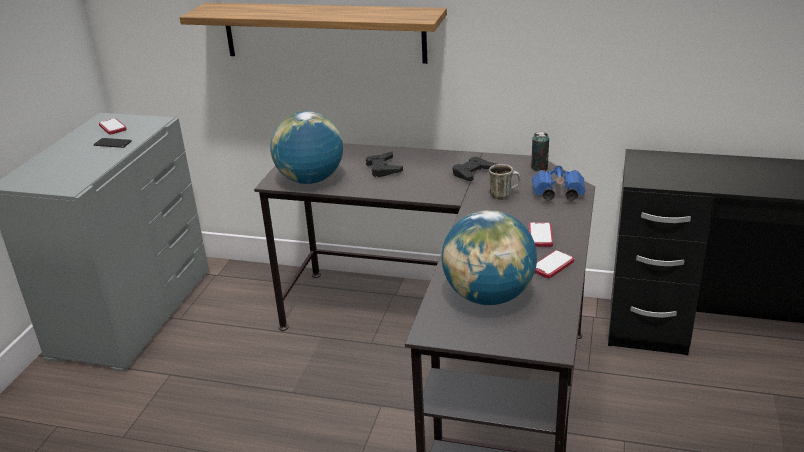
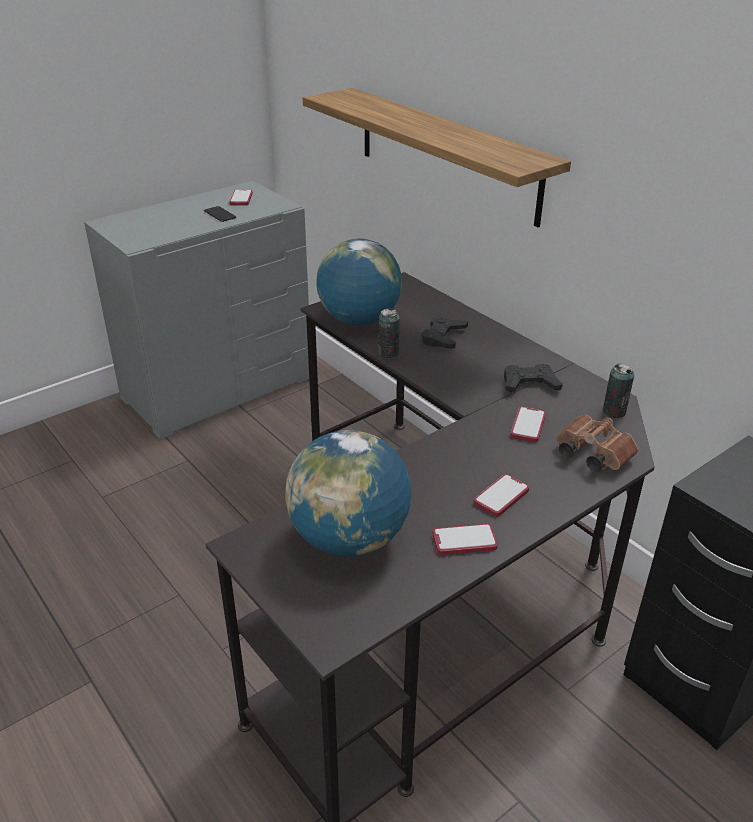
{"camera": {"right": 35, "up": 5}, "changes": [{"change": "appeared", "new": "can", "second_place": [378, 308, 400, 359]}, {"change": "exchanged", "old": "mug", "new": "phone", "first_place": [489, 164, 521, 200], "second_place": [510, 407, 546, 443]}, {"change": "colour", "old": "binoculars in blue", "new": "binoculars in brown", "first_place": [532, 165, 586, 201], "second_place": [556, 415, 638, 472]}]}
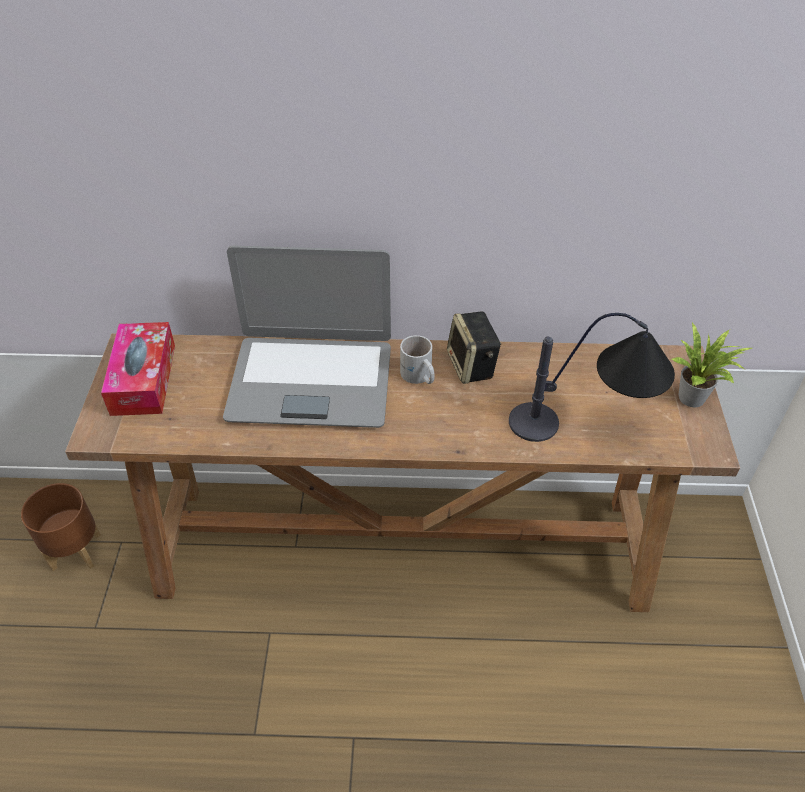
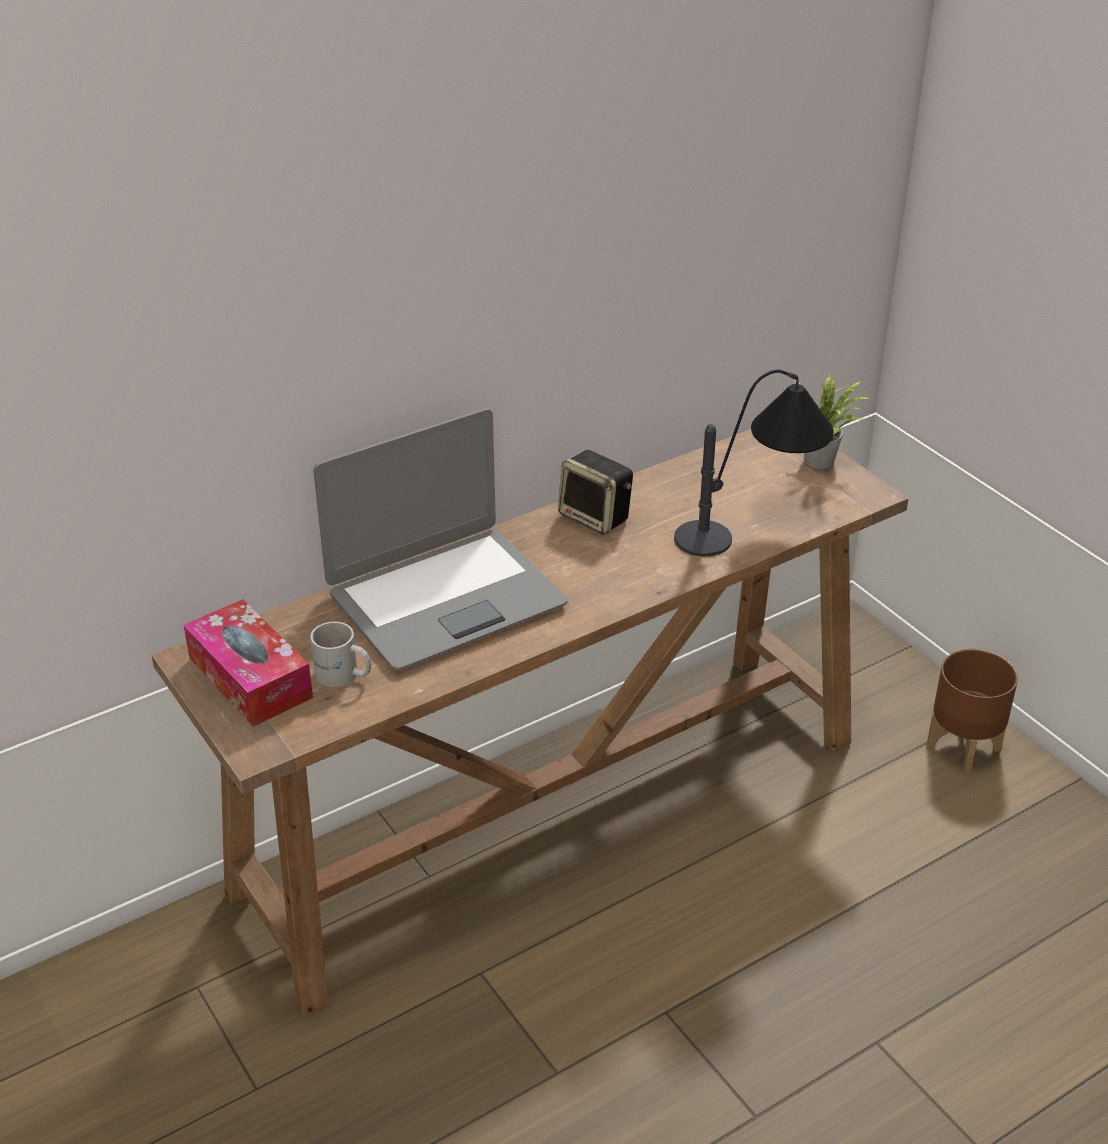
{"camera": {"right": -35, "up": -10}, "changes": [{"change": "relocated", "old": "planter in brown", "first_place": [21, 483, 101, 572], "second_place": [927, 649, 1018, 773]}, {"change": "relocated", "old": "mug in white", "first_place": [400, 335, 435, 384], "second_place": [310, 622, 371, 687]}]}
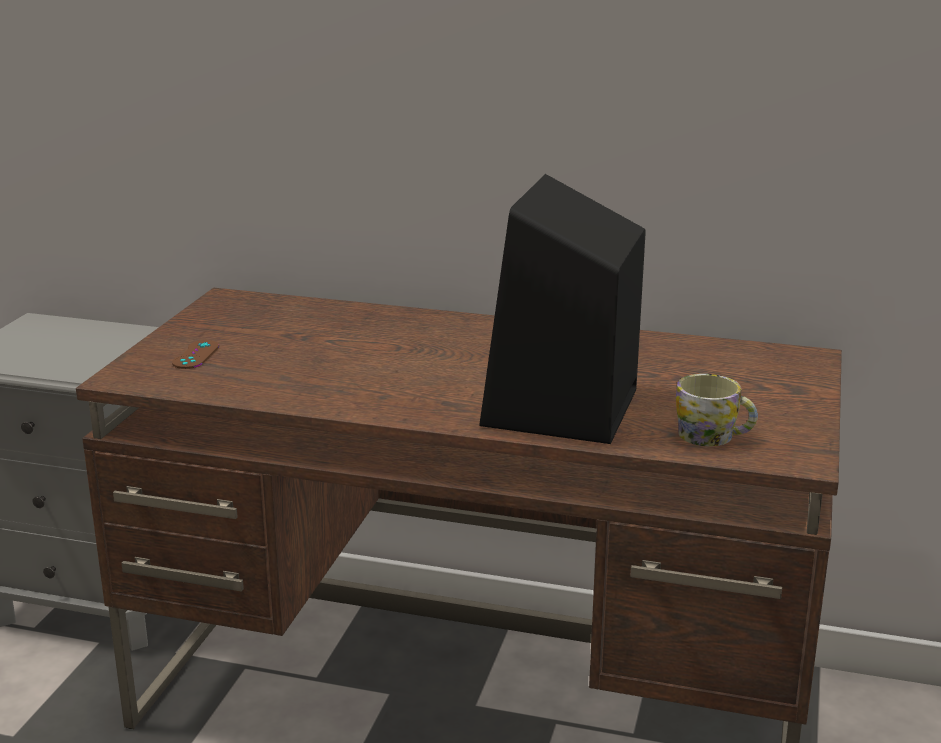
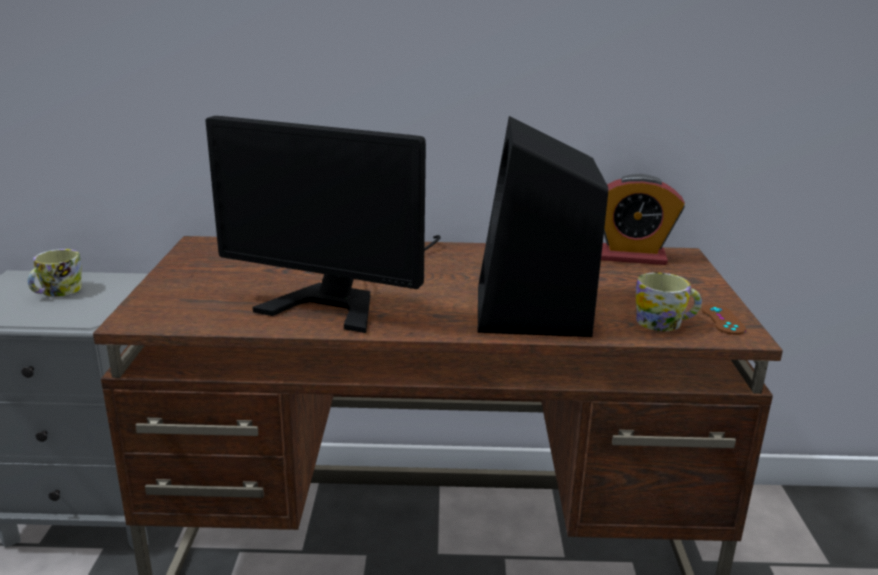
{"camera": {"right": -15, "up": 0}, "changes": [{"change": "appeared", "new": "mug", "second_place": [28, 249, 82, 296]}, {"change": "appeared", "new": "monitor", "second_place": [205, 116, 441, 333]}, {"change": "appeared", "new": "alarm clock", "second_place": [601, 174, 685, 265]}, {"change": "relocated", "old": "game controller in brown", "first_place": [172, 340, 219, 369], "second_place": [702, 305, 746, 335]}]}
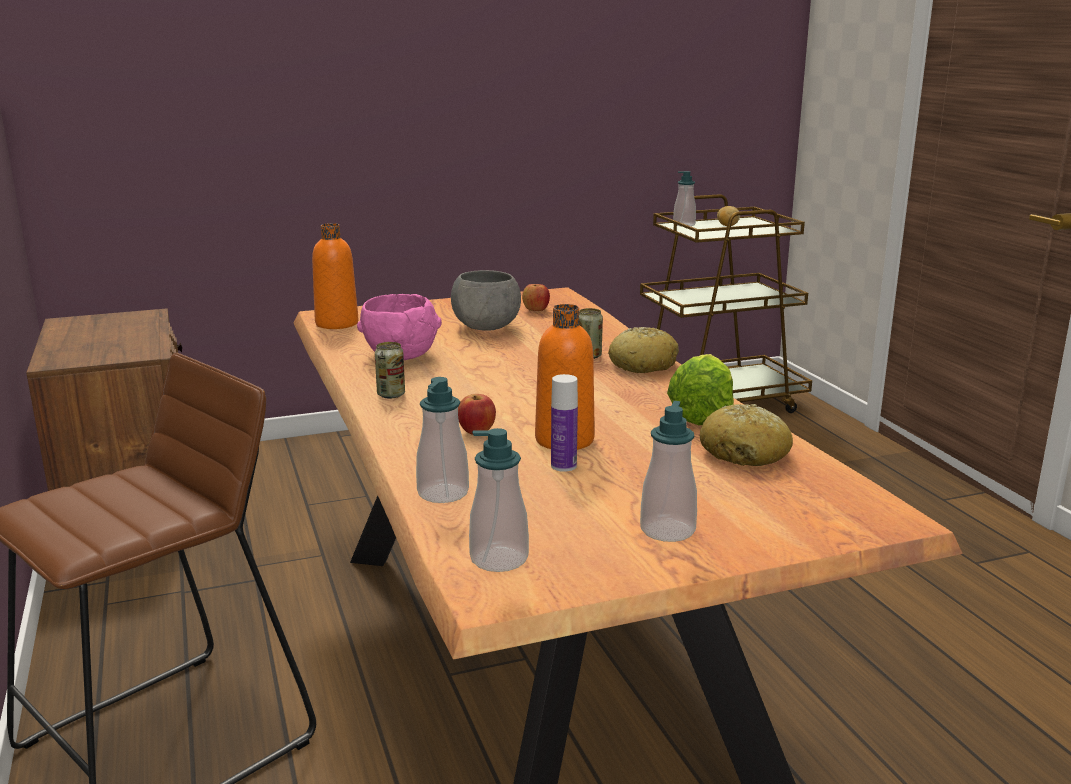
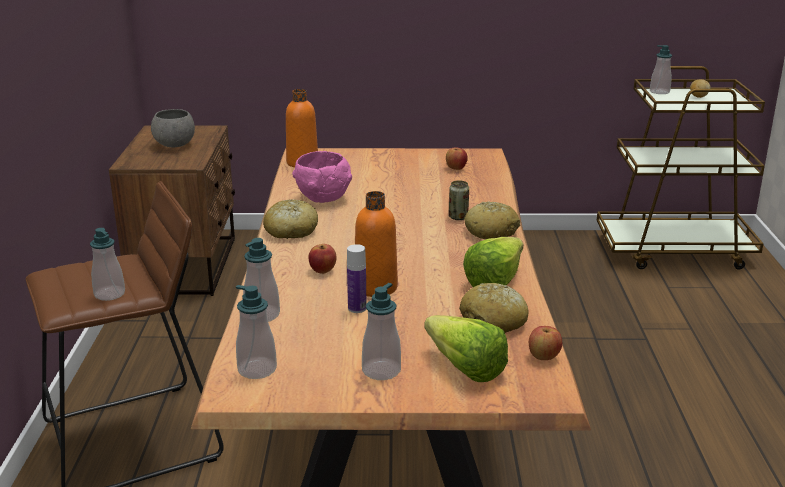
{"camera": {"right": 20, "up": 5}, "changes": [{"change": "appeared", "new": "soap dispenser", "second_place": [90, 228, 125, 301]}, {"change": "appeared", "new": "lettuce", "second_place": [424, 315, 508, 382]}, {"change": "appeared", "new": "apple", "second_place": [529, 326, 562, 360]}, {"change": "relocated", "old": "bowl in grey", "first_place": [451, 270, 521, 331], "second_place": [151, 109, 195, 147]}, {"change": "exchanged", "old": "can", "new": "bread", "first_place": [375, 342, 405, 398], "second_place": [263, 199, 318, 239]}]}
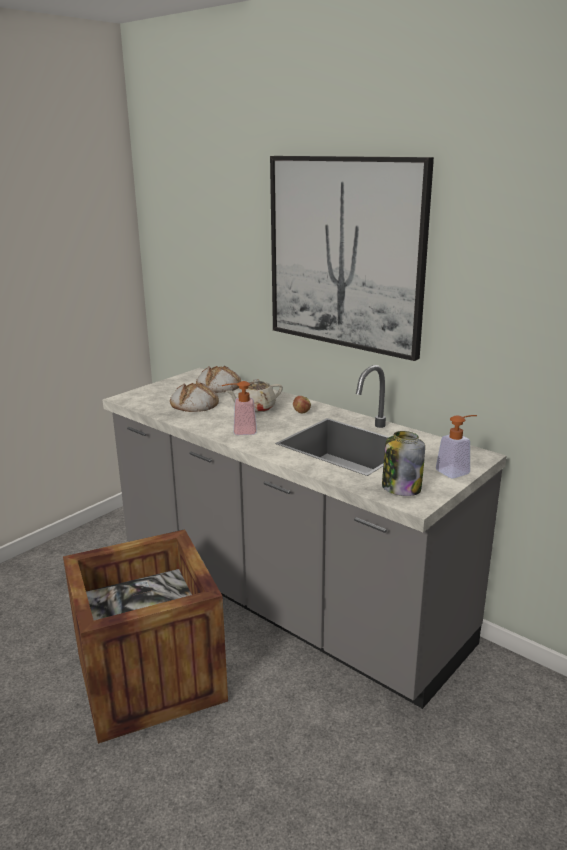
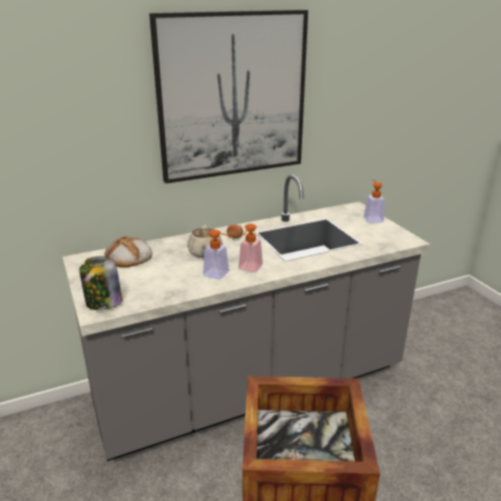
{"camera": {"right": -65, "up": 5}, "changes": [{"change": "missing", "old": "bread", "first_place": [170, 383, 219, 412]}, {"change": "appeared", "new": "soap dispenser", "second_place": [203, 230, 233, 280]}, {"change": "relocated", "old": "jar", "first_place": [382, 431, 425, 496], "second_place": [79, 256, 122, 310]}]}
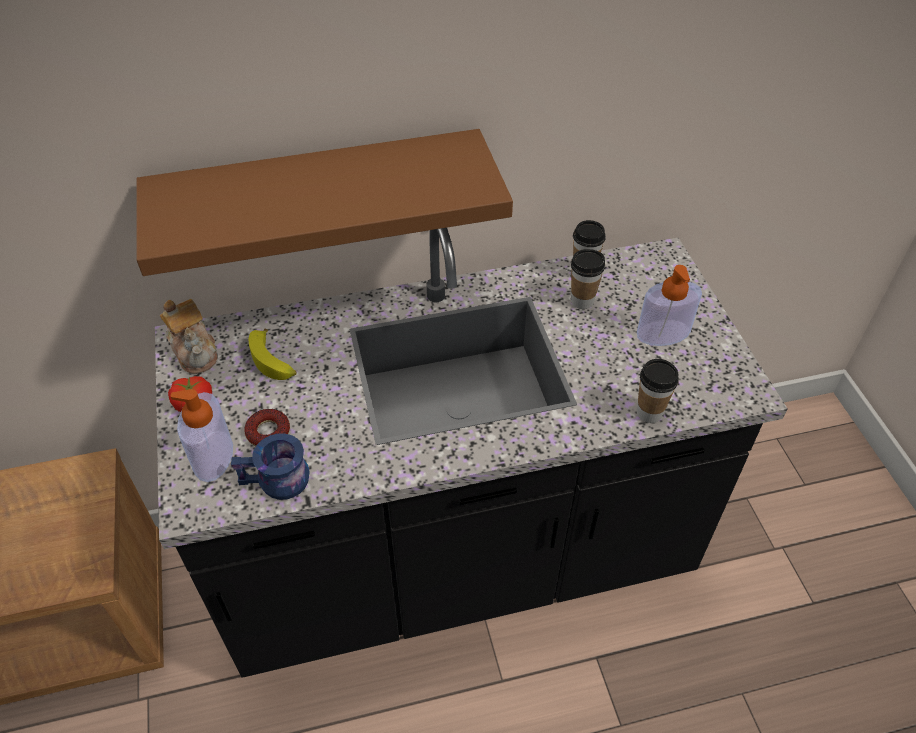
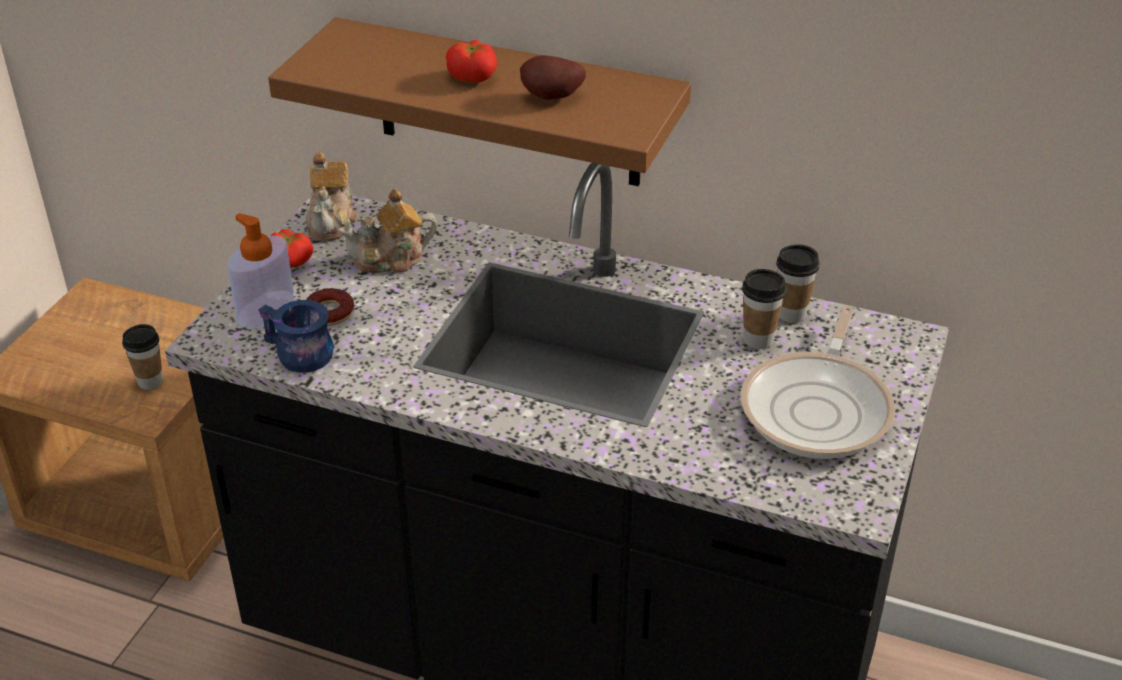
{"camera": {"right": 35, "up": -10}, "changes": [{"change": "appeared", "new": "tomato", "second_place": [446, 40, 497, 83]}, {"change": "appeared", "new": "potato", "second_place": [520, 55, 586, 100]}, {"change": "relocated", "old": "cup", "first_place": [637, 359, 679, 423], "second_place": [122, 324, 163, 390]}, {"change": "exchanged", "old": "banana", "new": "teapot", "first_place": [249, 328, 297, 380], "second_place": [339, 189, 437, 273]}, {"change": "exchanged", "old": "soap dispenser", "new": "frying pan", "first_place": [637, 265, 702, 346], "second_place": [740, 306, 895, 459]}]}
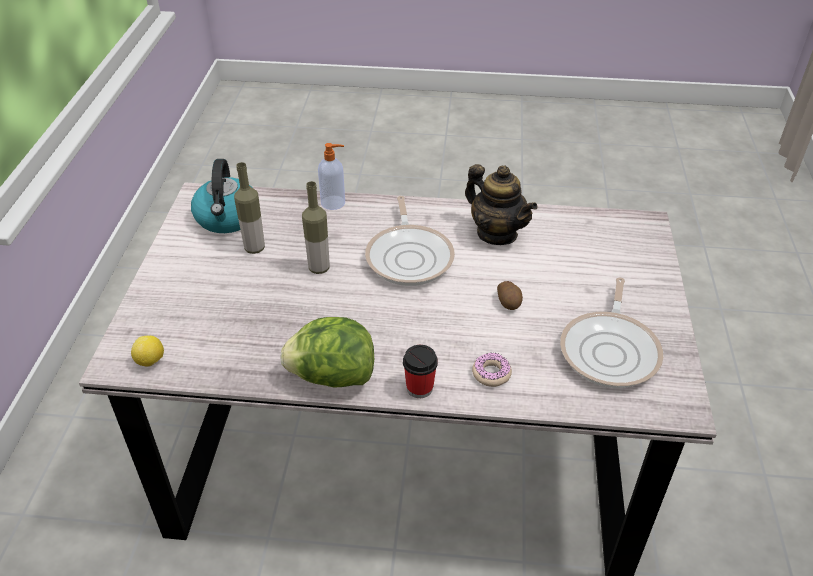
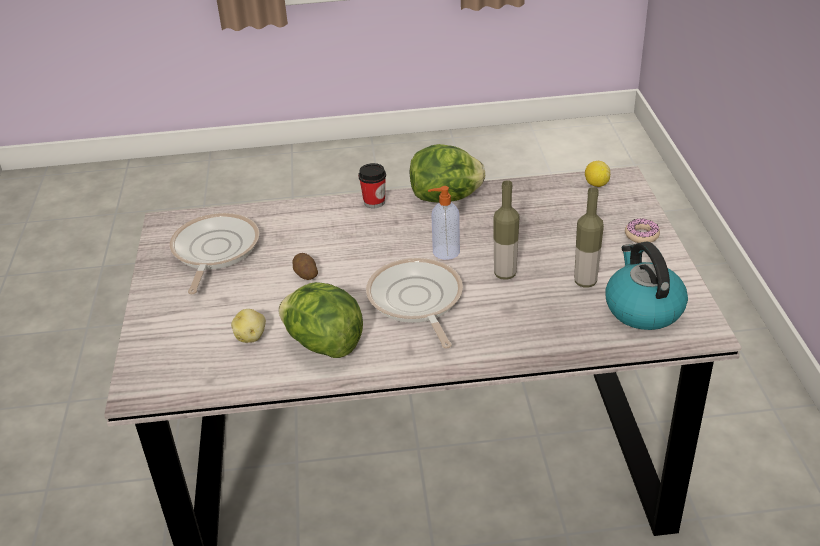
{"camera": {"right": 170, "up": -5}, "changes": [{"change": "appeared", "new": "potato", "second_place": [231, 309, 266, 343]}, {"change": "relocated", "old": "soap dispenser", "first_place": [318, 143, 345, 210], "second_place": [428, 186, 460, 260]}, {"change": "relocated", "old": "donut", "first_place": [472, 352, 512, 387], "second_place": [625, 218, 660, 243]}, {"change": "exchanged", "old": "teapot", "new": "lettuce", "first_place": [465, 164, 538, 245], "second_place": [279, 282, 363, 358]}]}
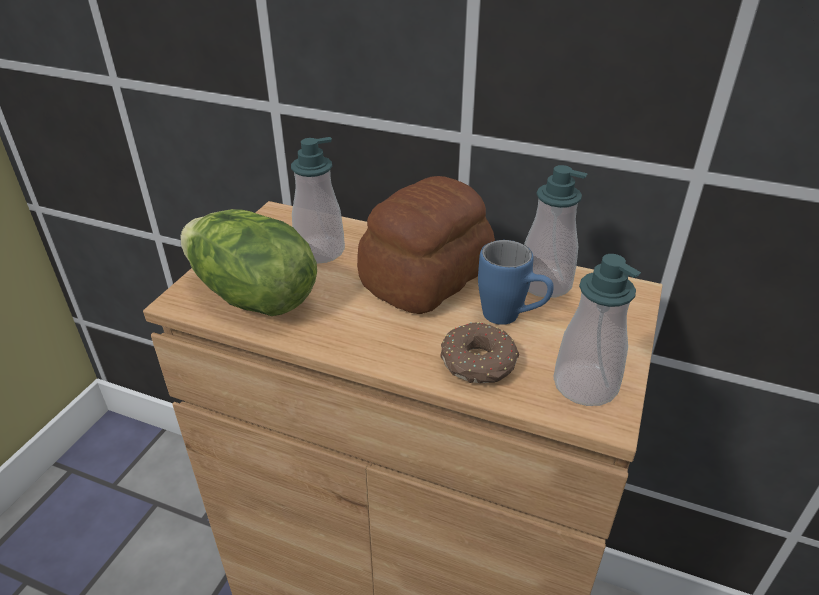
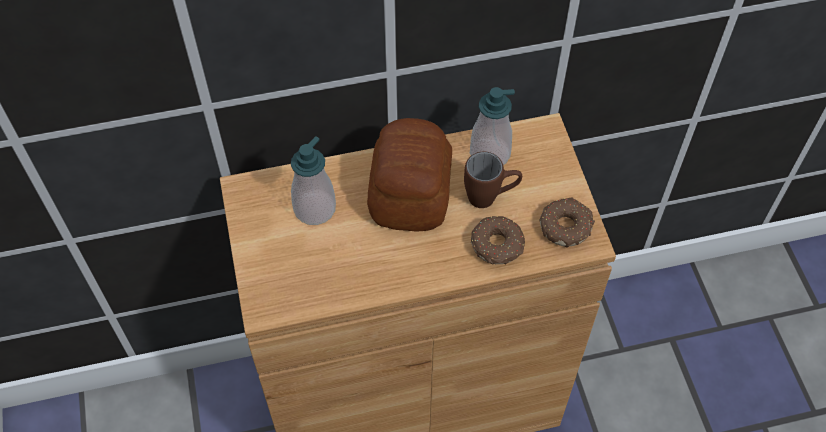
{"camera": {"right": -35, "up": 20}, "changes": [{"change": "missing", "old": "lettuce", "first_place": [180, 209, 317, 316]}, {"change": "exchanged", "old": "soap dispenser", "new": "donut", "first_place": [553, 254, 641, 406], "second_place": [540, 197, 595, 248]}, {"change": "colour", "old": "mug in blue", "new": "mug in brown", "first_place": [478, 240, 554, 325], "second_place": [464, 152, 522, 208]}]}
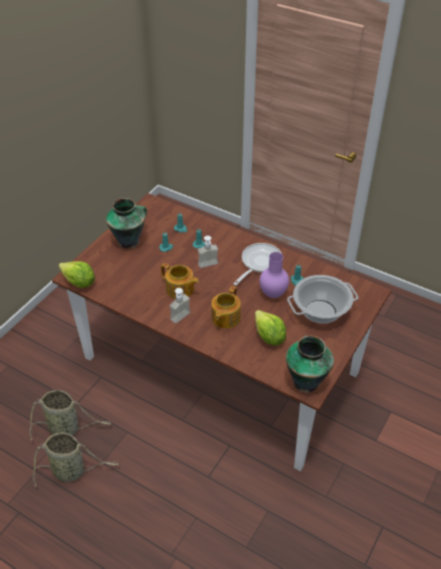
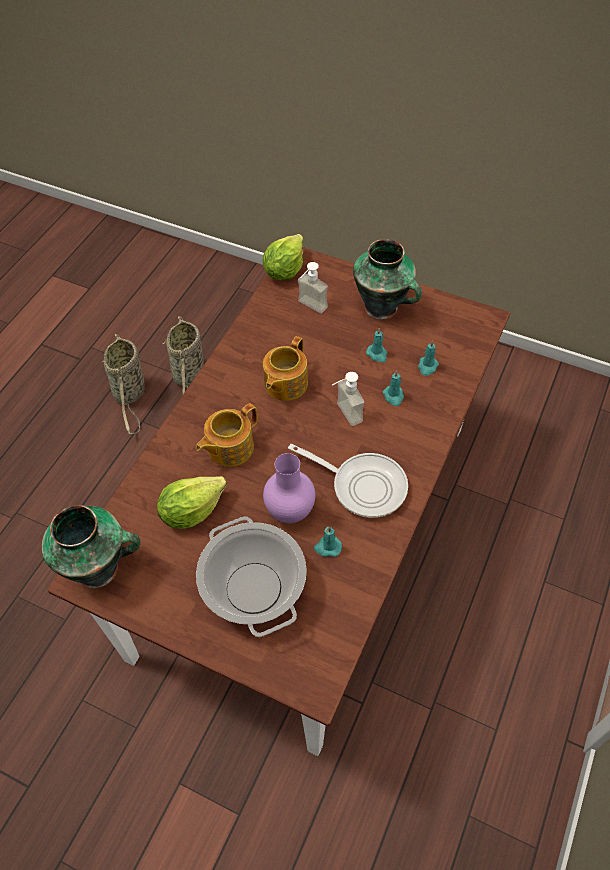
{"camera": {"right": 85, "up": 10}, "changes": [{"change": "relocated", "old": "soap dispenser", "first_place": [169, 288, 190, 324], "second_place": [298, 262, 328, 313]}, {"change": "spun", "old": "teapot", "first_place": [211, 286, 241, 329], "second_place": [196, 403, 258, 467], "degrees": -60}]}
